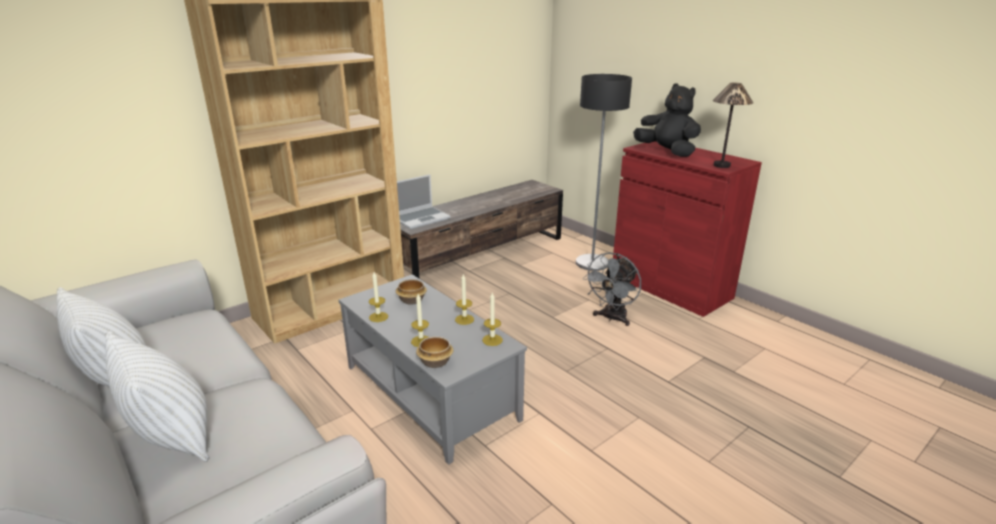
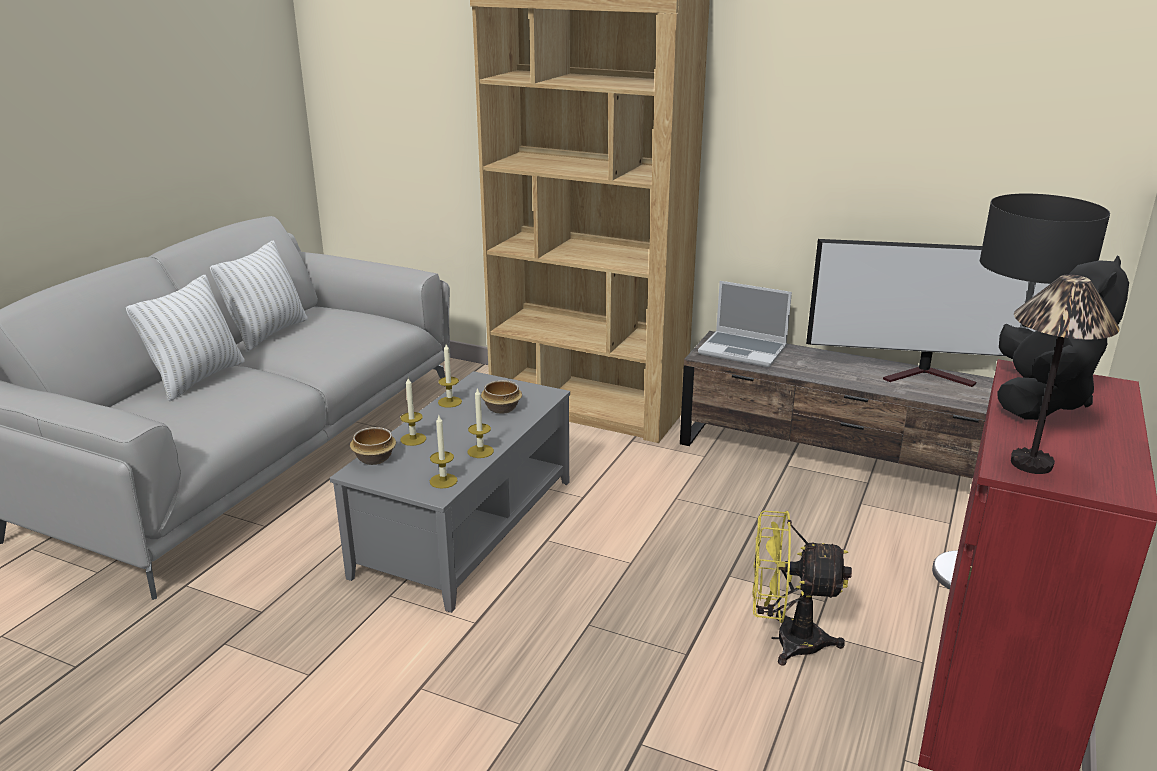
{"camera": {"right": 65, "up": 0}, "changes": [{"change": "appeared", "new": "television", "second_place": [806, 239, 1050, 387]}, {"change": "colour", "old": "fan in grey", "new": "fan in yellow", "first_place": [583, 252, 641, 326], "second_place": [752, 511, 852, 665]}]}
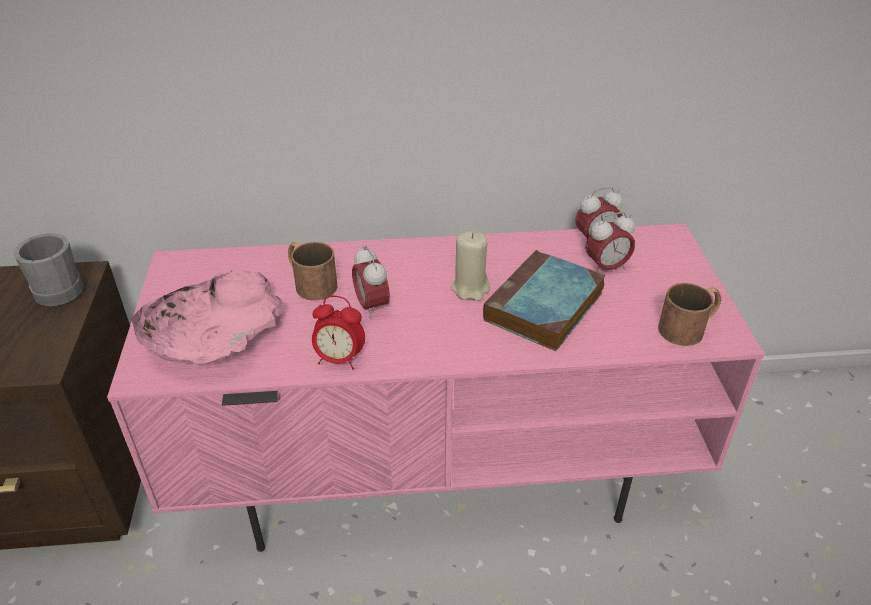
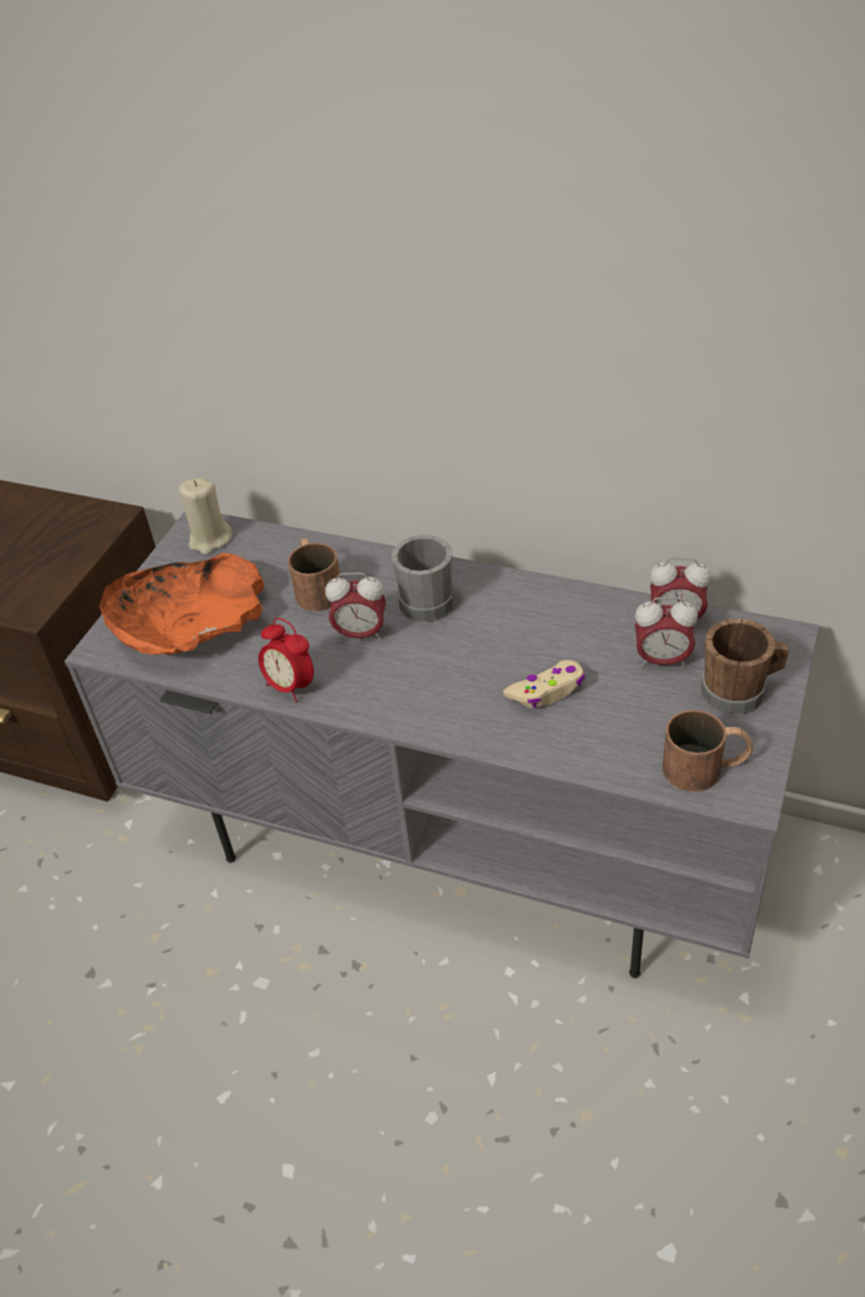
{"camera": {"right": 30, "up": 5}, "changes": [{"change": "appeared", "new": "mug in brown", "second_place": [701, 619, 789, 715]}, {"change": "relocated", "old": "mug in grey", "first_place": [13, 233, 84, 306], "second_place": [391, 535, 455, 622]}, {"change": "relocated", "old": "candle in beige", "first_place": [451, 231, 490, 301], "second_place": [179, 478, 232, 555]}, {"change": "exchanged", "old": "book", "new": "game controller in beige", "first_place": [483, 250, 606, 351], "second_place": [503, 660, 585, 708]}, {"change": "colour", "old": "tv stand in pink", "new": "tv stand in grey", "first_place": [107, 223, 765, 552], "second_place": [64, 511, 819, 978]}, {"change": "colour", "old": "bowl in pink", "new": "bowl in orange", "first_place": [131, 270, 283, 365], "second_place": [99, 553, 264, 655]}, {"change": "spun", "old": "alarm clock", "first_place": [352, 246, 390, 319], "second_place": [325, 573, 386, 641], "degrees": -90}]}
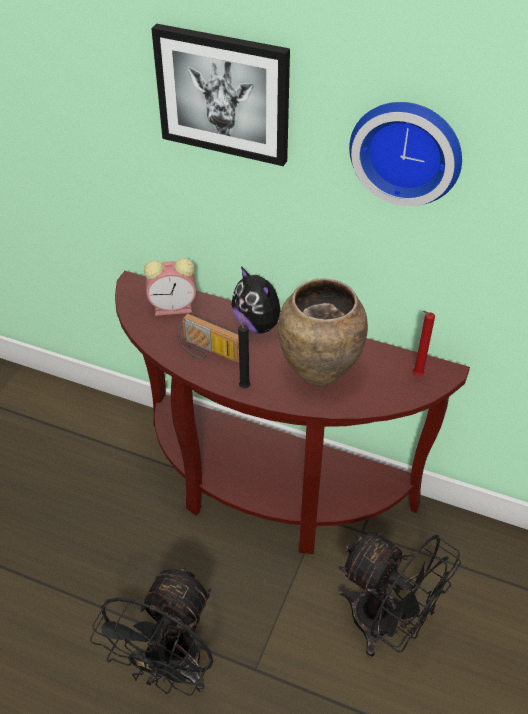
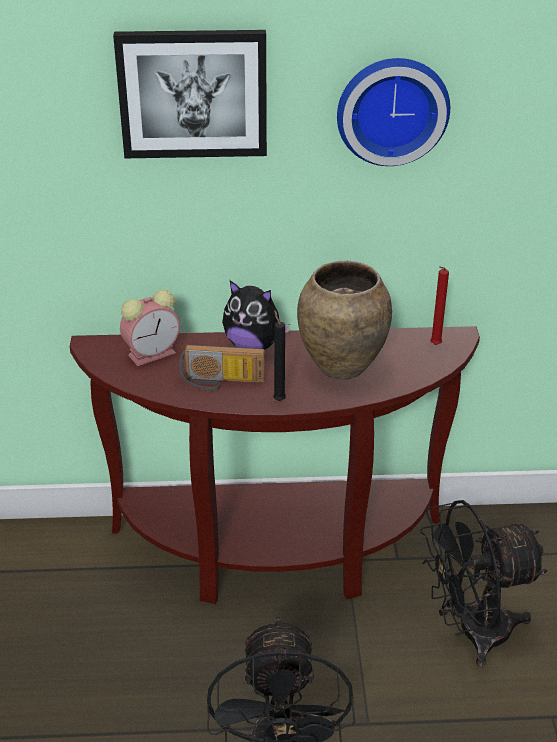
{"camera": {"right": -25, "up": -10}, "changes": [{"change": "spun", "old": "fan in black", "first_place": [338, 532, 461, 658], "second_place": [420, 500, 548, 667], "degrees": 150}]}
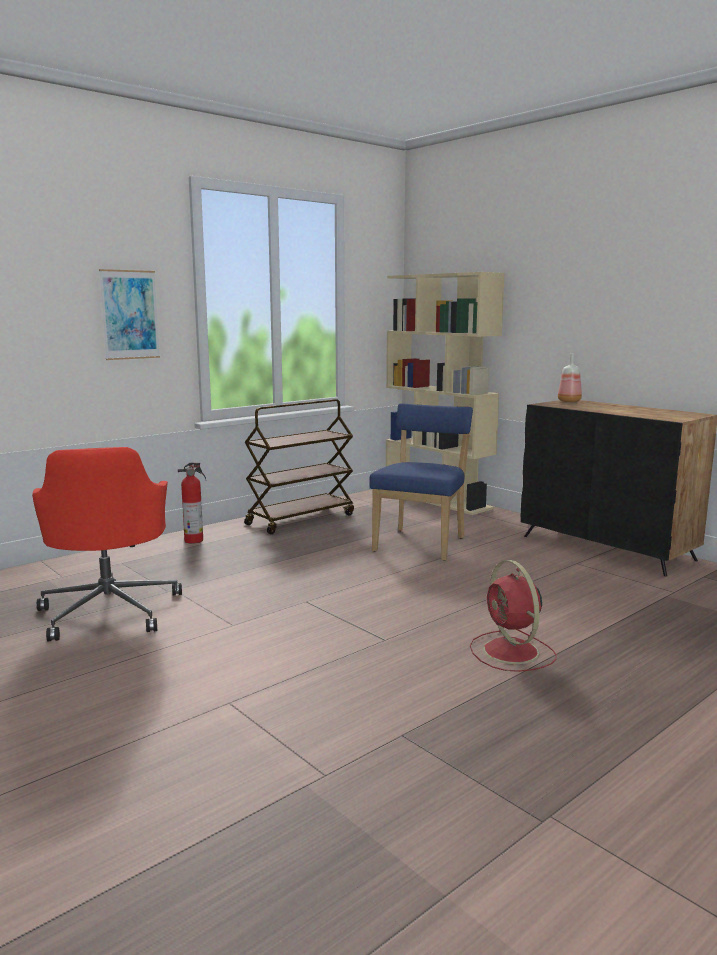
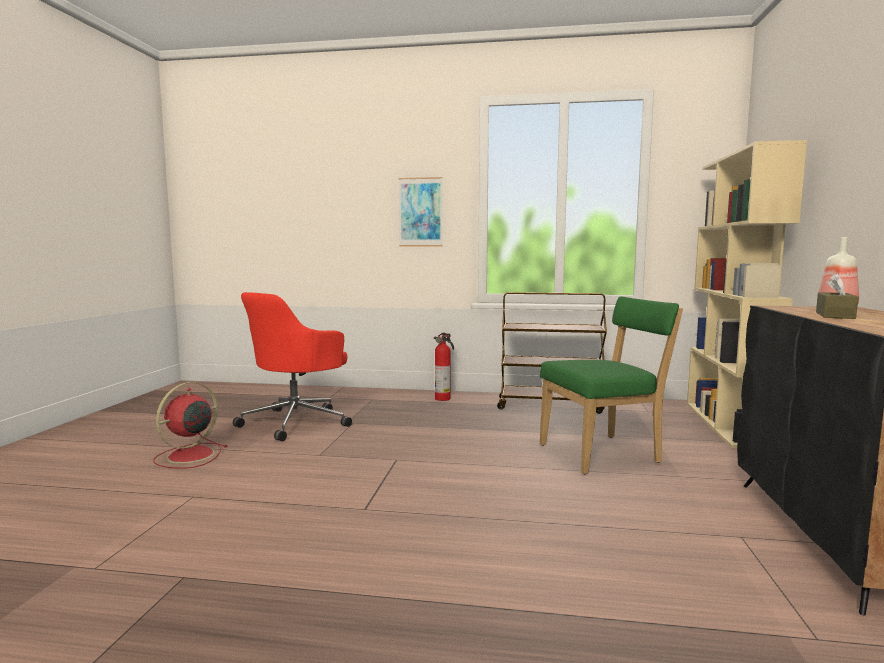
{"camera": {"right": 50, "up": -5}, "changes": [{"change": "appeared", "new": "tissue box in brown", "second_place": [816, 273, 858, 319]}, {"change": "relocated", "old": "fan in red", "first_place": [470, 560, 557, 672], "second_place": [153, 382, 227, 469]}, {"change": "colour", "old": "chair in blue", "new": "chair in green", "first_place": [369, 404, 473, 561], "second_place": [540, 297, 683, 474]}]}
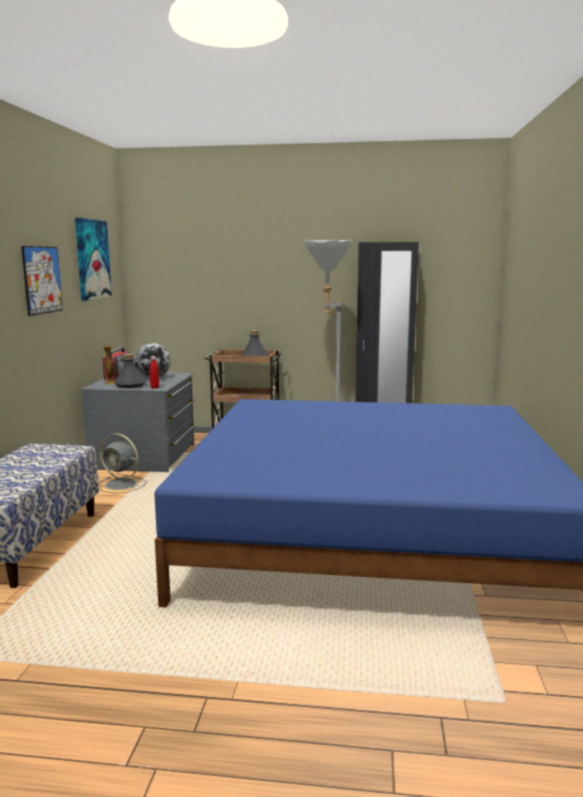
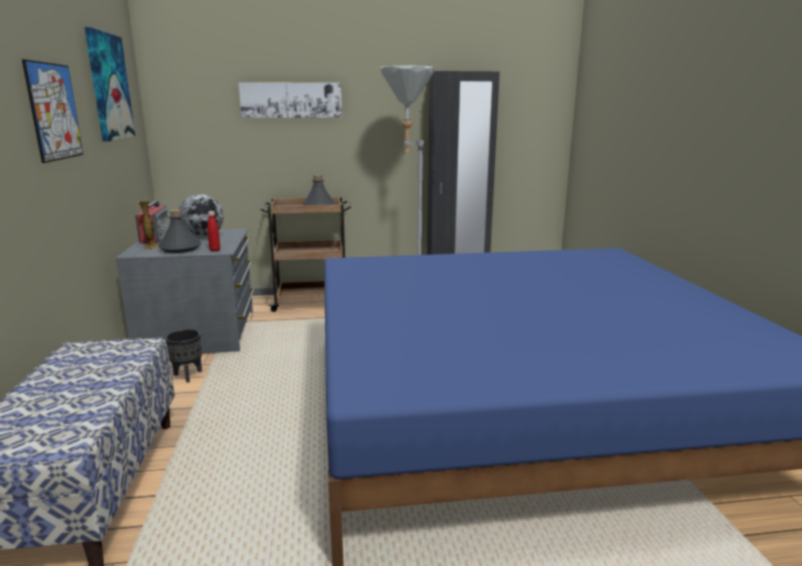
{"camera": {"right": -15, "up": 5}, "changes": [{"change": "appeared", "new": "picture", "second_place": [238, 82, 342, 118]}, {"change": "exchanged", "old": "fan in grey", "new": "planter in black", "first_place": [99, 433, 147, 493], "second_place": [165, 329, 202, 383]}]}
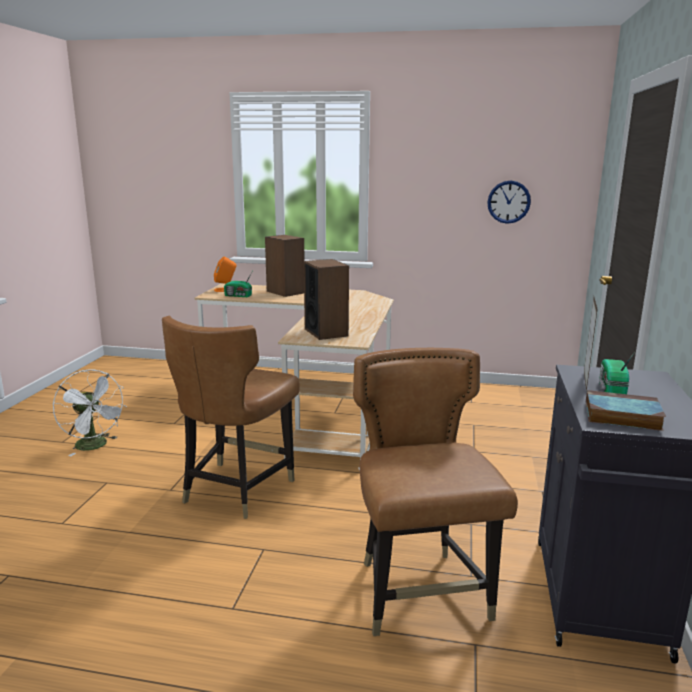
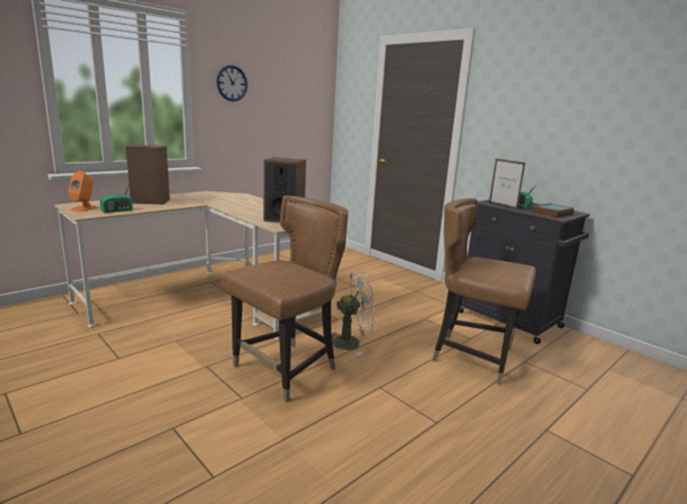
{"camera": {"right": -55, "up": 0}, "changes": [{"change": "relocated", "old": "fan in white", "first_place": [53, 370, 127, 456], "second_place": [332, 272, 377, 356]}, {"change": "relocated", "old": "wall clock", "first_place": [487, 180, 531, 224], "second_place": [217, 65, 248, 102]}, {"change": "spun", "old": "chair in brown", "first_place": [162, 316, 300, 519], "second_place": [221, 195, 348, 402], "degrees": -105}]}
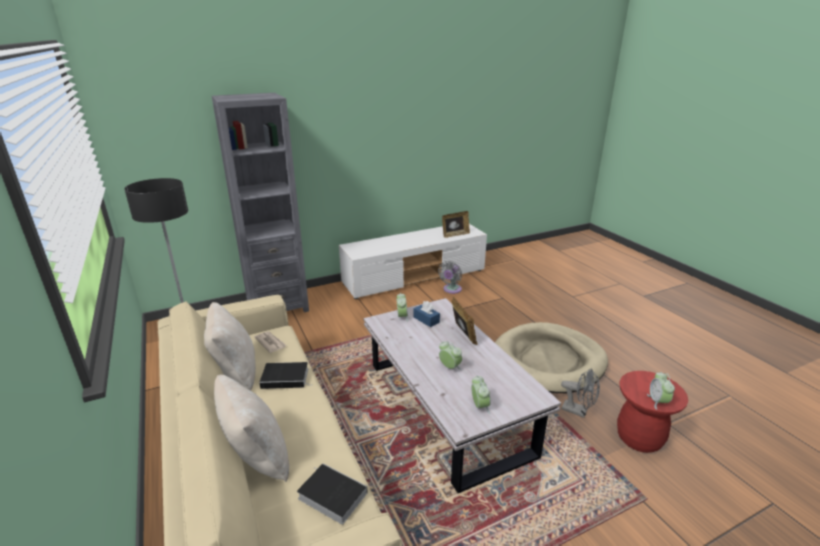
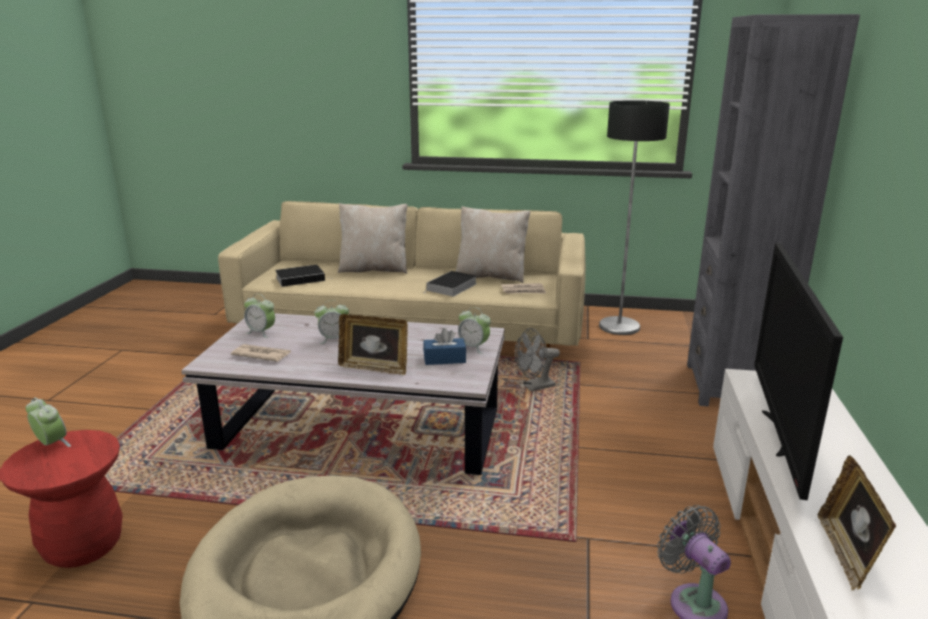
{"camera": {"right": 125, "up": -5}, "changes": [{"change": "appeared", "new": "newspaper", "second_place": [231, 344, 291, 362]}, {"change": "appeared", "new": "television", "second_place": [754, 243, 843, 500]}, {"change": "relocated", "old": "fan in grey", "first_place": [561, 369, 600, 418], "second_place": [515, 328, 560, 391]}]}
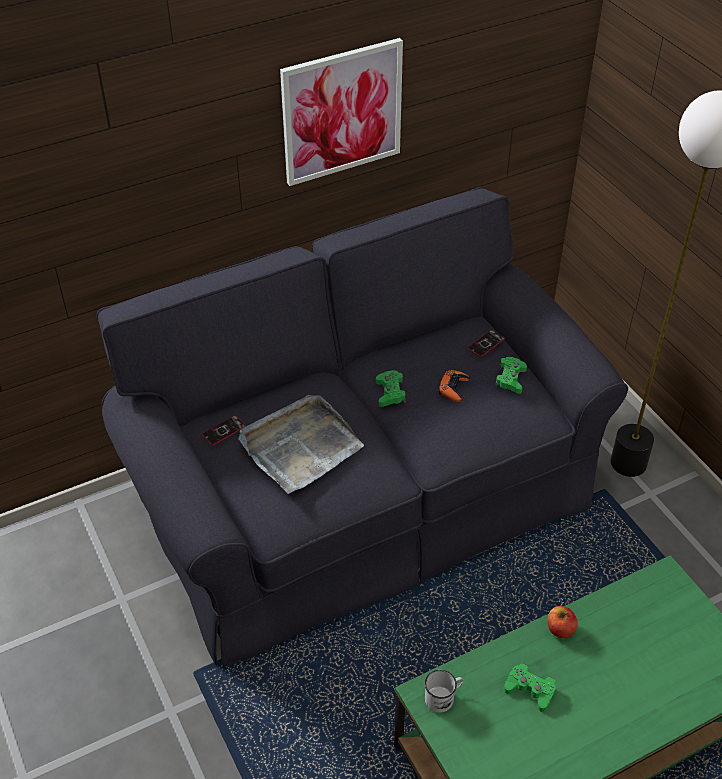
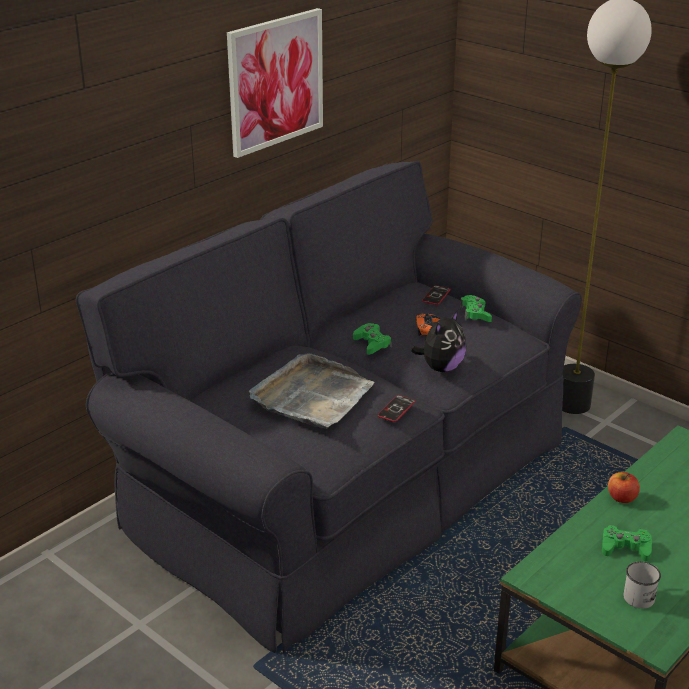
{"camera": {"right": -20, "up": -15}, "changes": [{"change": "appeared", "new": "plush toy", "second_place": [411, 310, 466, 372]}, {"change": "relocated", "old": "phone", "first_place": [202, 415, 246, 445], "second_place": [378, 395, 415, 422]}, {"change": "relocated", "old": "mug in white", "first_place": [425, 670, 464, 713], "second_place": [624, 562, 661, 609]}]}
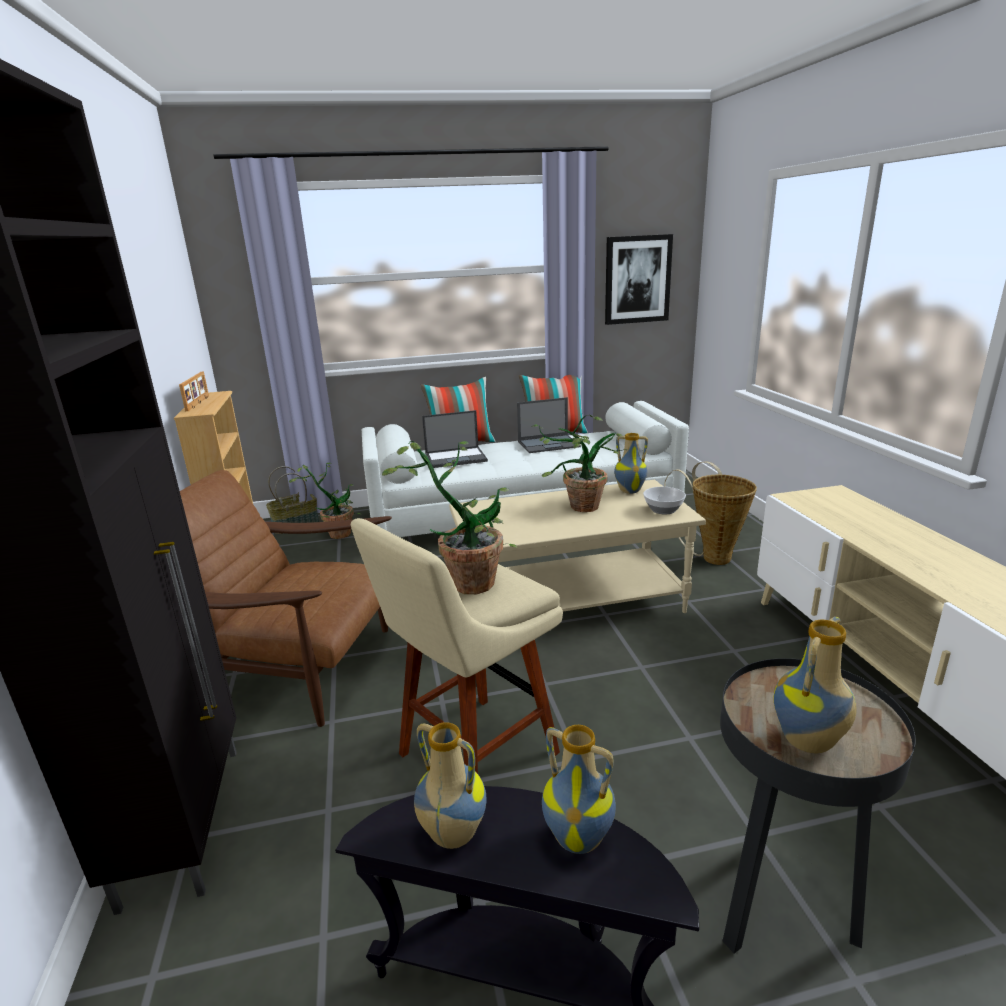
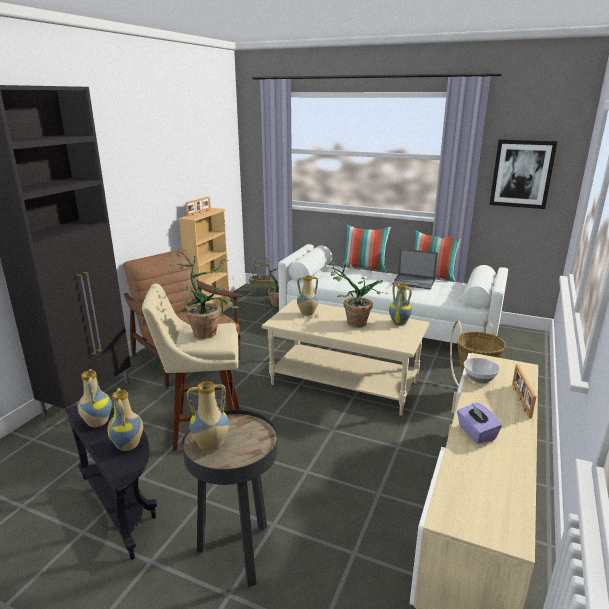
{"camera": {"right": 35, "up": 0}, "changes": [{"change": "missing", "old": "laptop", "first_place": [422, 410, 488, 468]}, {"change": "appeared", "new": "vase", "second_place": [297, 275, 319, 316]}, {"change": "appeared", "new": "tissue box in purple", "second_place": [457, 402, 502, 444]}, {"change": "appeared", "new": "picture frame", "second_place": [512, 364, 536, 419]}, {"change": "relocated", "old": "bowl", "first_place": [643, 487, 686, 514], "second_place": [464, 358, 500, 384]}]}
